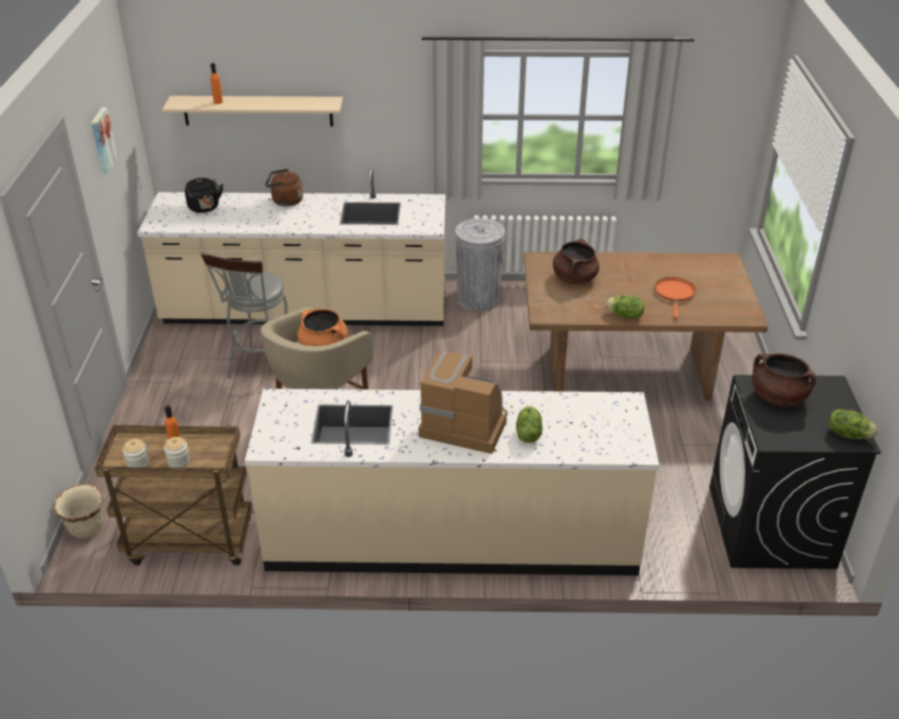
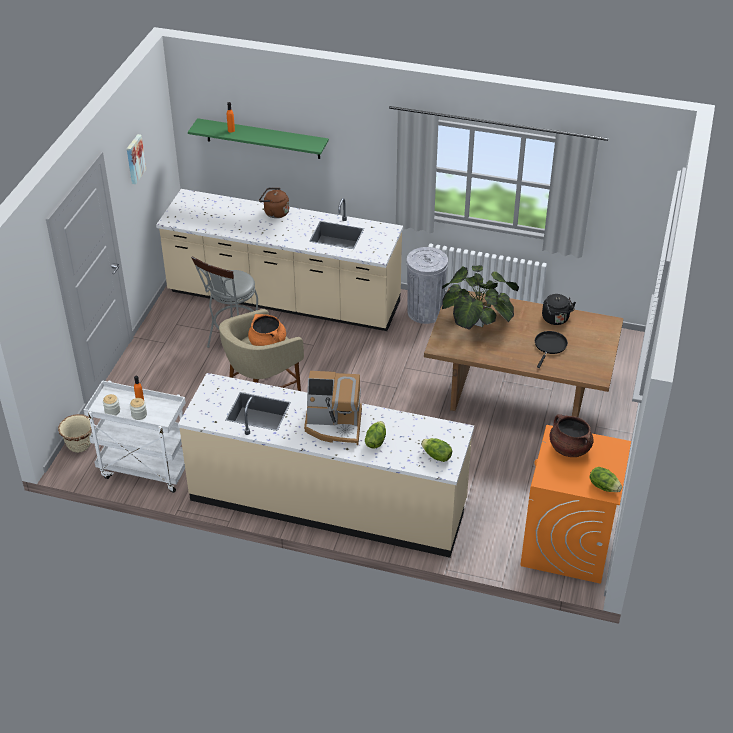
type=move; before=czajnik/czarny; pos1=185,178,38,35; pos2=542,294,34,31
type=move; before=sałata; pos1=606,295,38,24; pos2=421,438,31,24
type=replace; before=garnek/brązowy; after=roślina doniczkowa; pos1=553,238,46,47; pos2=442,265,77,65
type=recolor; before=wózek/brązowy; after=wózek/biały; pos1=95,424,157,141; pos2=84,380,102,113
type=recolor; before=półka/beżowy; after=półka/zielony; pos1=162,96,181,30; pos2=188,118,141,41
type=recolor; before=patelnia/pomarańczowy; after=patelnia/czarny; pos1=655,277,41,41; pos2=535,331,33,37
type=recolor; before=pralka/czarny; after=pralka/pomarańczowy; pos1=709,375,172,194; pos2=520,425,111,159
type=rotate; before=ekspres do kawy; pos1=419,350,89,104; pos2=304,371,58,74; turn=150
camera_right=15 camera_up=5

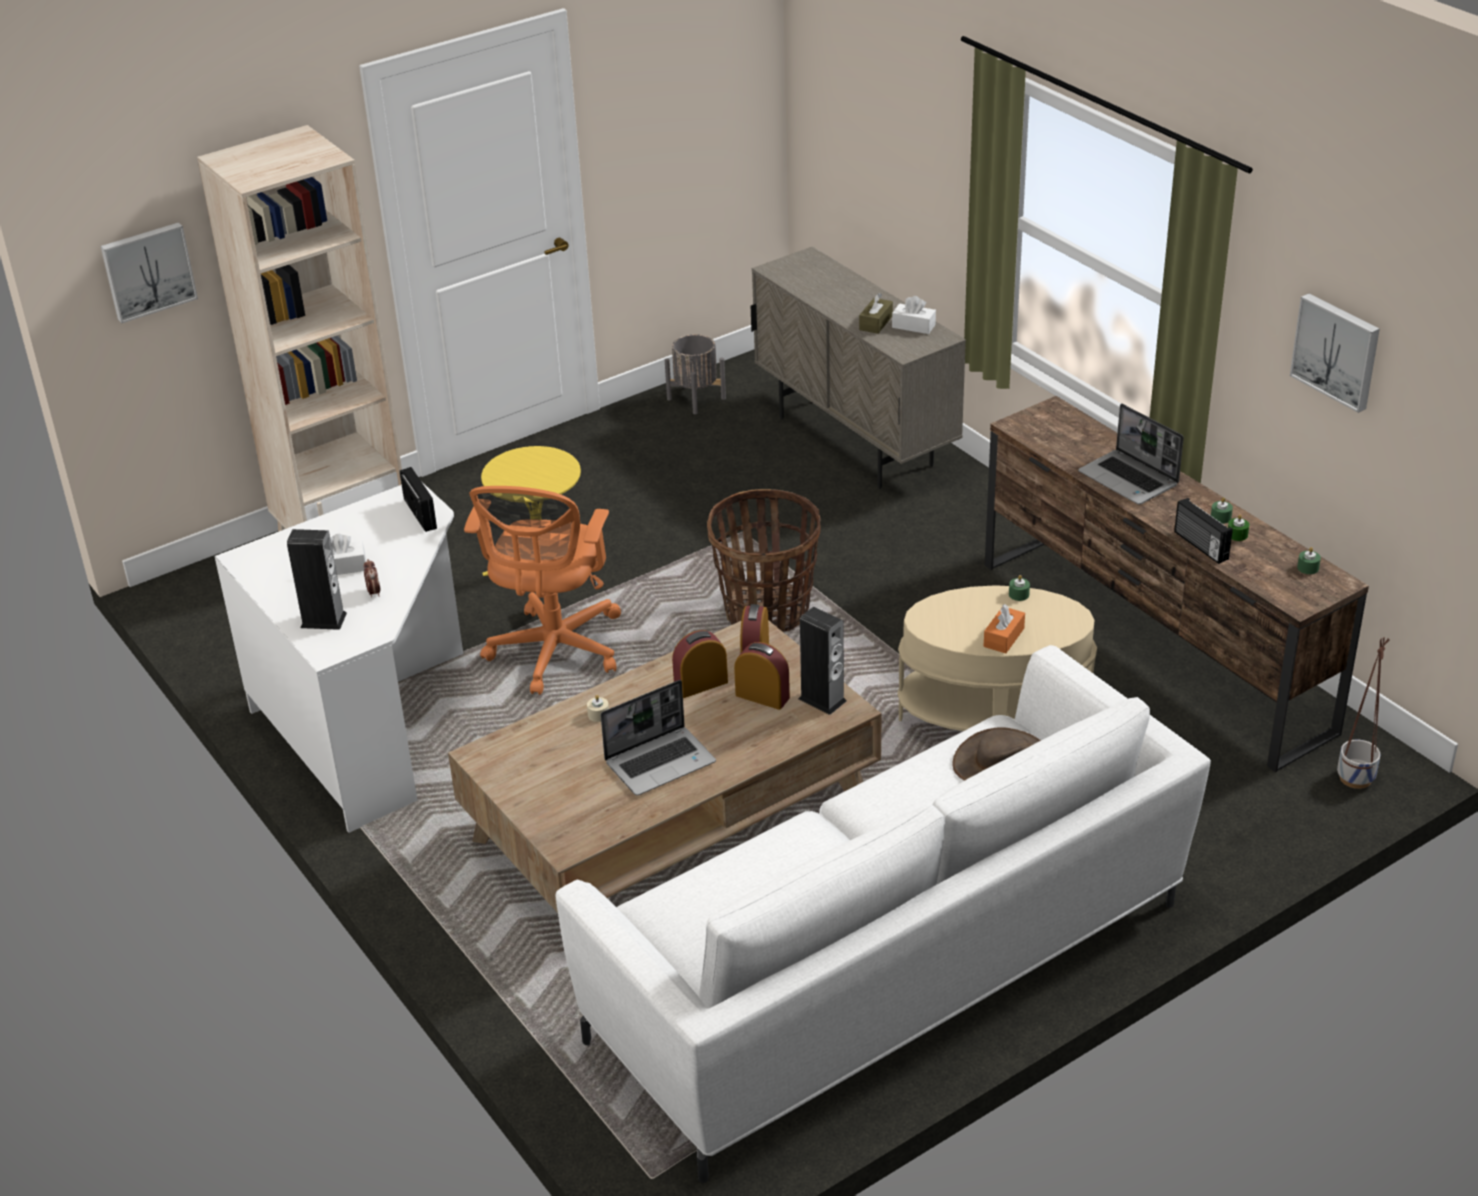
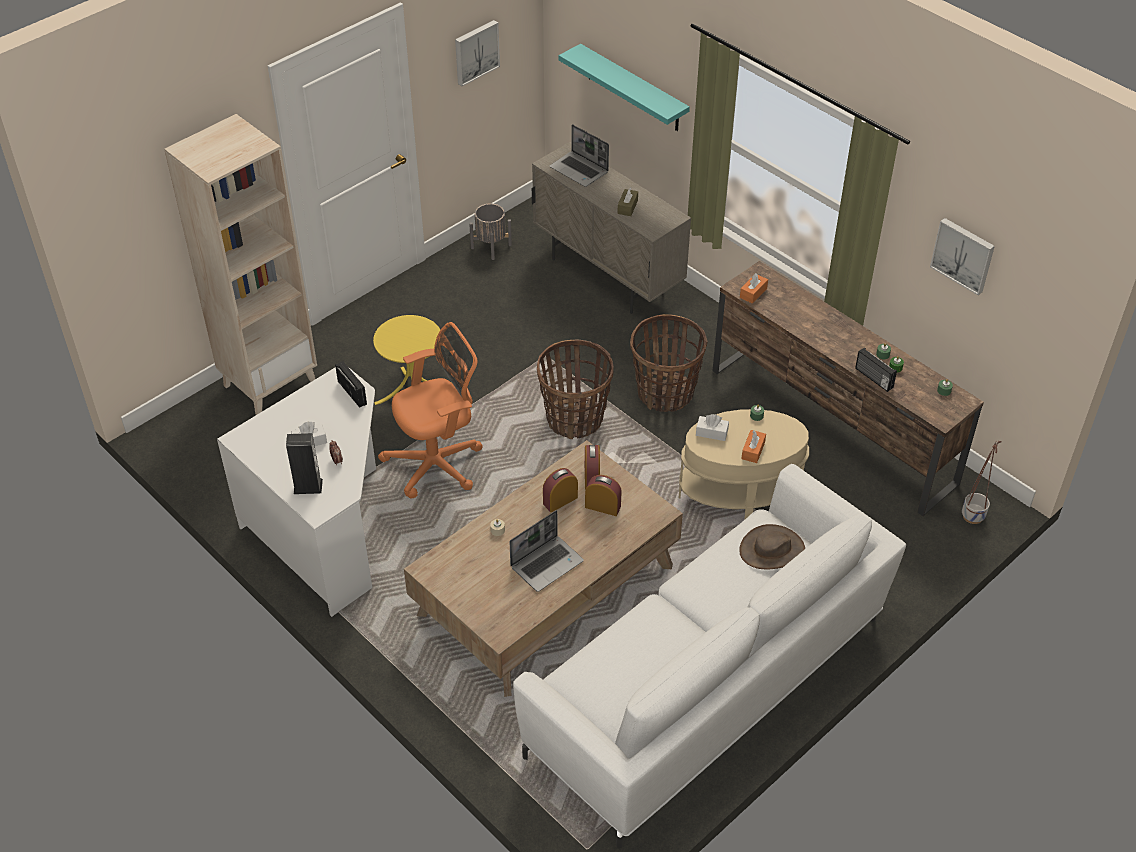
type=delete; before=głośnik; pos1=799,607,47,108
type=insert; after=półka/turkusowy; pos2=559,44,131,87
type=insert; after=koszyk; pos2=630,314,77,98
type=insert; after=pudełko chusteczek/pomarańczowy; pos2=740,273,28,31
type=move; before=obraz; pos1=101,222,97,101; pos2=455,20,45,66
type=move; before=pudełko chusteczek/biały; pos1=892,296,44,38; pos2=696,414,33,27
type=move; before=laptop; pos1=1078,403,106,102; pos2=550,124,59,63
type=rotate; before=krzesło biurowe/pomarańczowy; pos1=464,486,157,209; pos2=378,322,105,177; turn=-120
camera_right=-10 camera_up=10

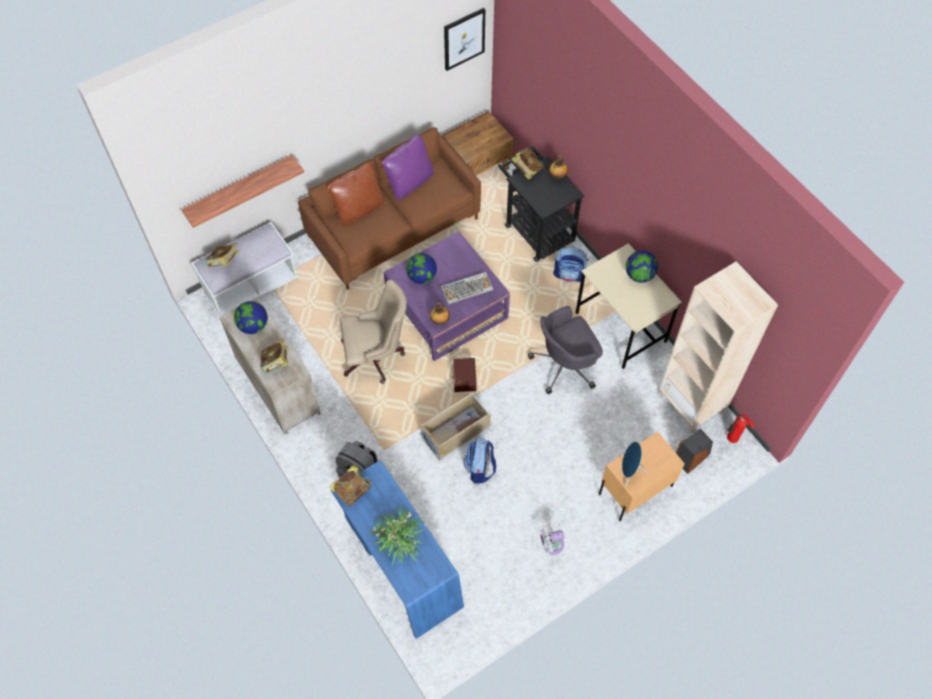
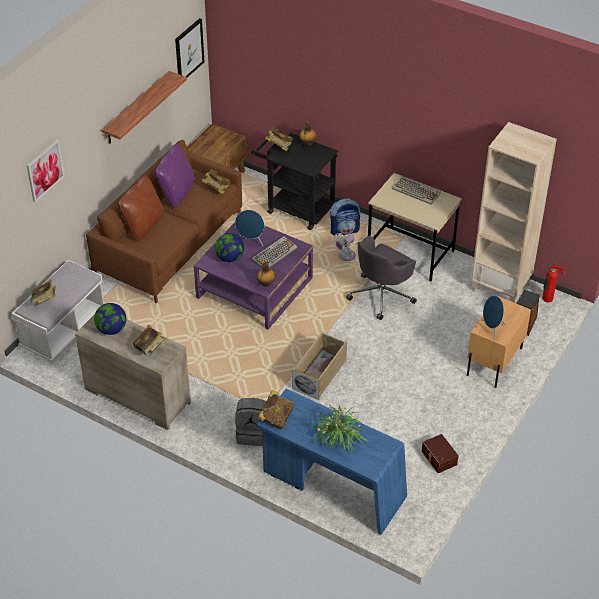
type=delete; before=krzesło biurowe/beżowy; pos1=340,280,67,104
type=delete; before=plecak; pos1=464,438,32,45
type=insert; after=obraz; pos2=27,140,38,62
type=insert; after=książka; pos2=202,169,29,25
type=insert; after=głośnik/niebieski; pos2=235,210,29,36
type=move; before=półka; pos1=181,155,123,73; pos2=102,71,85,73
type=move; before=pojemnik do przechowywania/brązowy; pos1=452,358,24,34; pos2=422,434,37,39
type=move; before=wentylator/biały; pos1=539,525,25,30; pos2=333,233,23,28
type=replace; before=globus; after=klawiatura; pos1=626,251,32,32; pos2=392,176,49,28
camera_right=-25 camera_up=-15

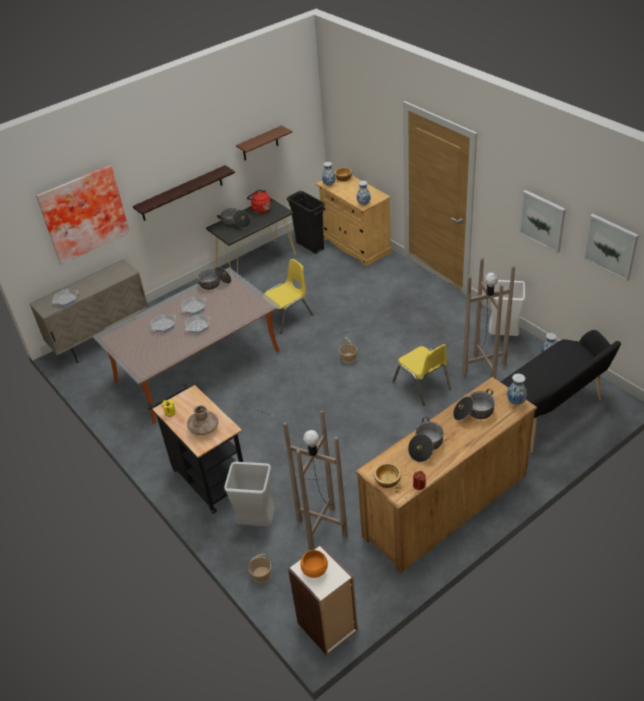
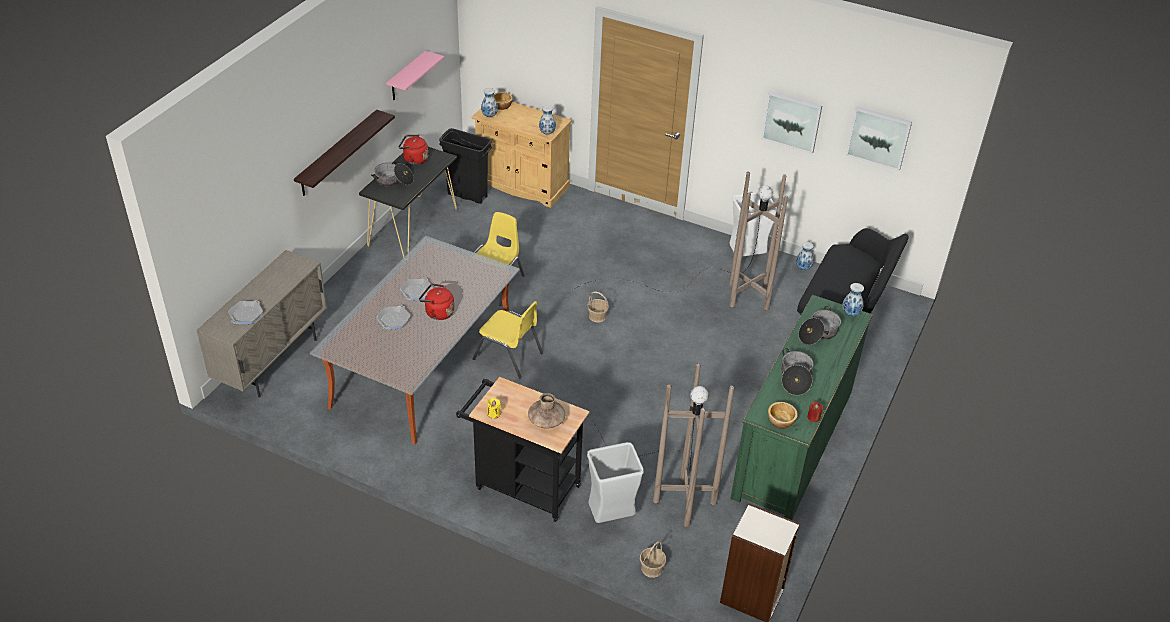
type=delete; before=obraz; pos1=36,165,94,100
type=delete; before=garnek; pos1=198,267,33,23
type=delete; before=miska/pomarańczowy; pos1=300,550,28,28
type=move; before=krzesło/żółty; pos1=392,344,59,62; pos2=472,301,71,78
type=replace; before=patelnia; after=czajnik/czerwony; pos1=184,315,26,19; pos2=419,284,35,36
type=recolor; before=półka/brązowy; after=półka/różowy; pos1=236,125,56,35; pos2=386,51,58,49
type=recolor; before=komoda/brązowy; after=komoda/zielony; pos1=355,377,182,196; pos2=730,295,143,225
camera_right=-30 camera_up=0

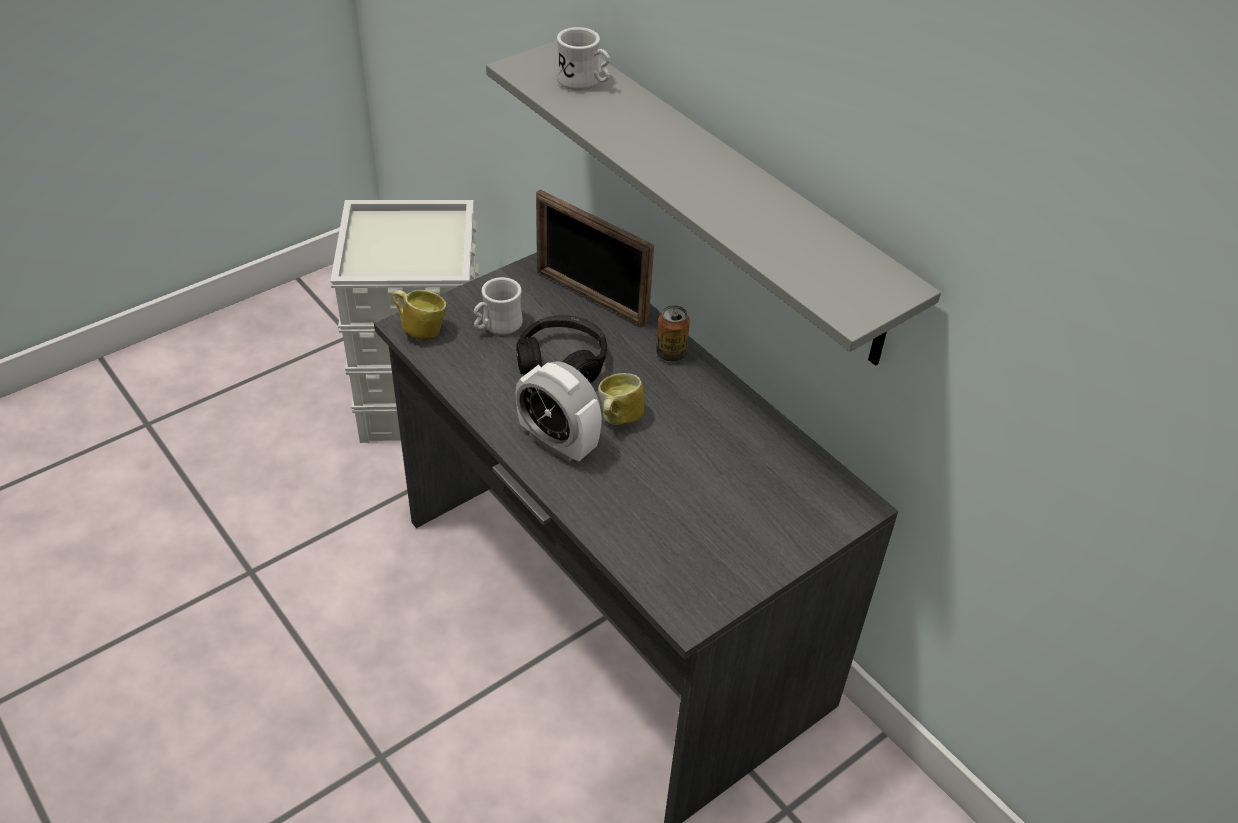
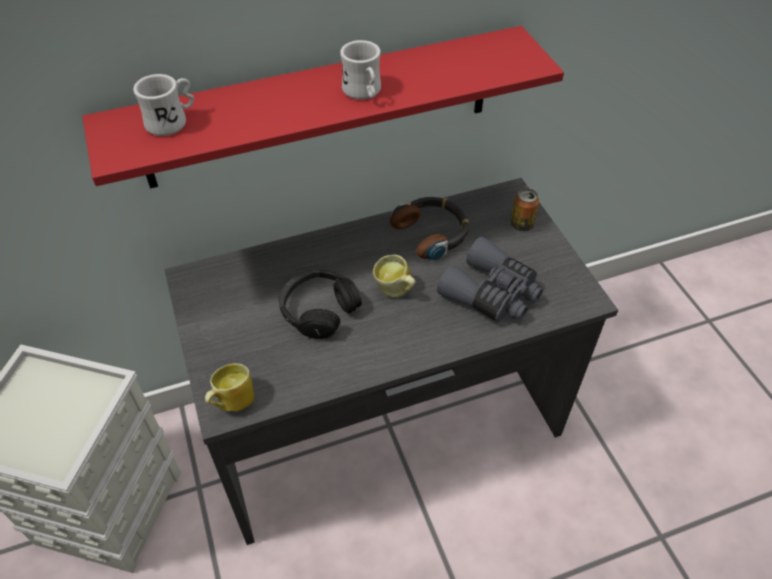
type=delete; before=budzik; pos1=516,361,86,101
type=delete; before=ramka na zdjęcie; pos1=536,190,118,137
type=insert; after=słuchawki; pos2=390,197,79,63
type=insert; after=lornetka/szary; pos2=437,236,106,86
type=move; before=kubek/biały; pos1=474,277,49,58; pos2=340,40,41,60
type=move; before=puszka; pos1=656,305,34,57; pos2=511,188,28,44
type=recolor; before=półka/szary; after=półka/czerwony; pos1=486,40,455,326; pos2=82,26,482,163
camera_right=-70 camera_up=5

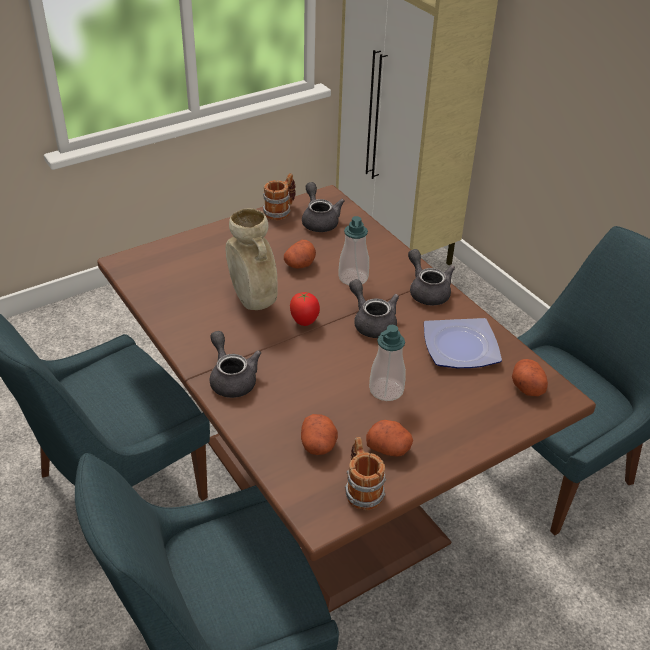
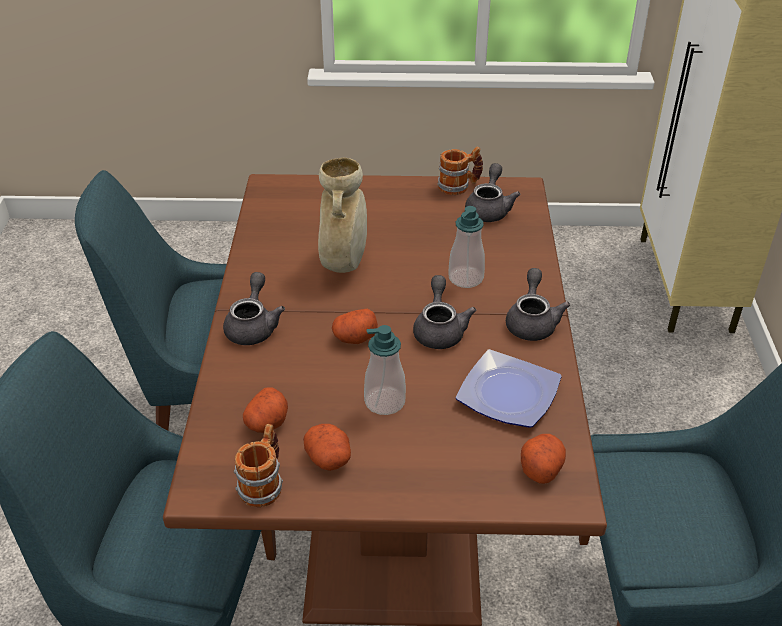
type=delete; before=pomidor; pos1=290,292,30,34
type=move; before=ziemniak; pos1=284,240,32,28; pos2=332,309,46,35
camera_right=35 camera_up=0

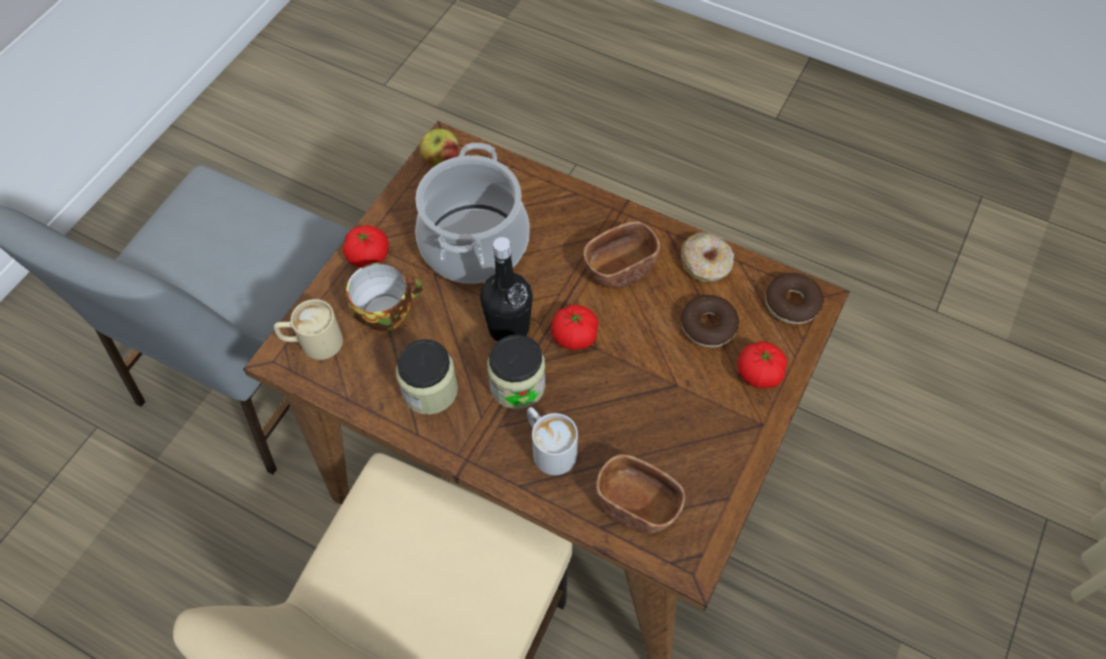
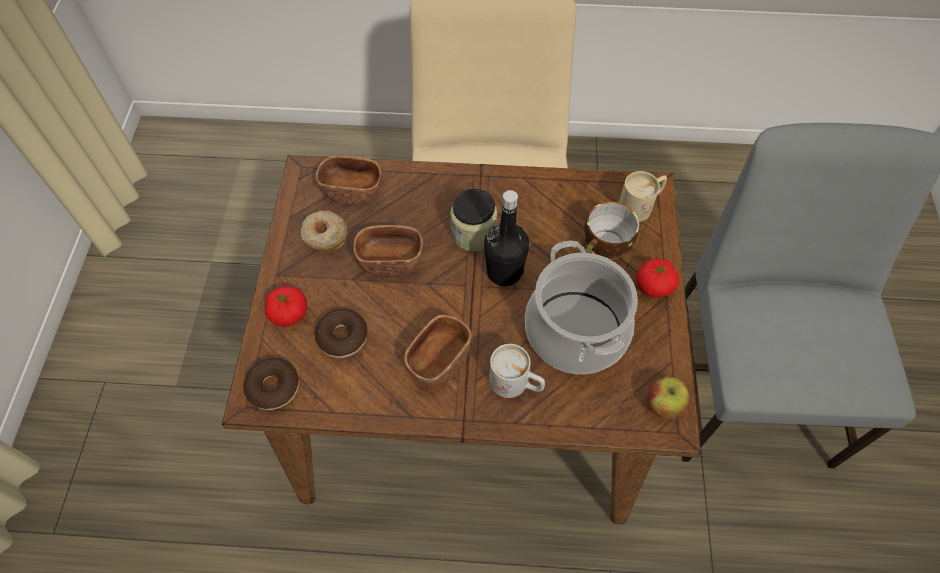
type=delete; before=słoik; pos1=396,339,62,76
type=delete; before=pomidor; pos1=551,305,48,45
type=insert; after=miska/brązowy; pos2=353,225,70,52
type=move; before=kubek/biały; pos1=527,407,51,68; pos2=489,344,56,54
type=move; before=donut; pos1=681,232,53,50; pos2=301,211,46,42
camera_right=155 camera_up=0

